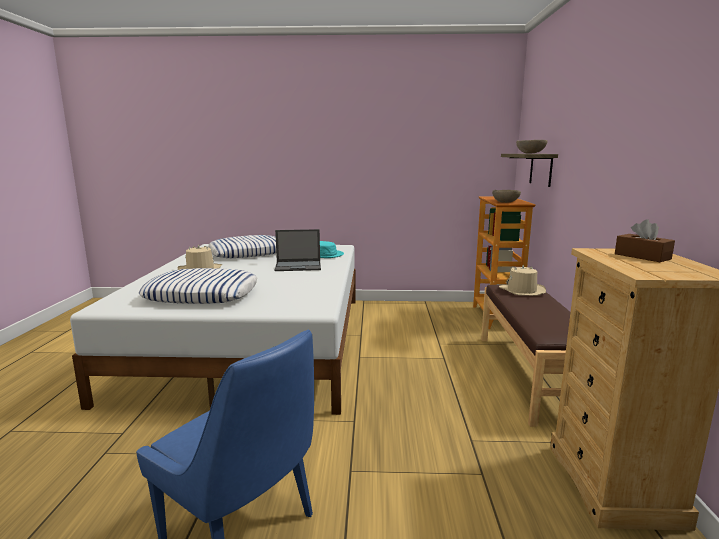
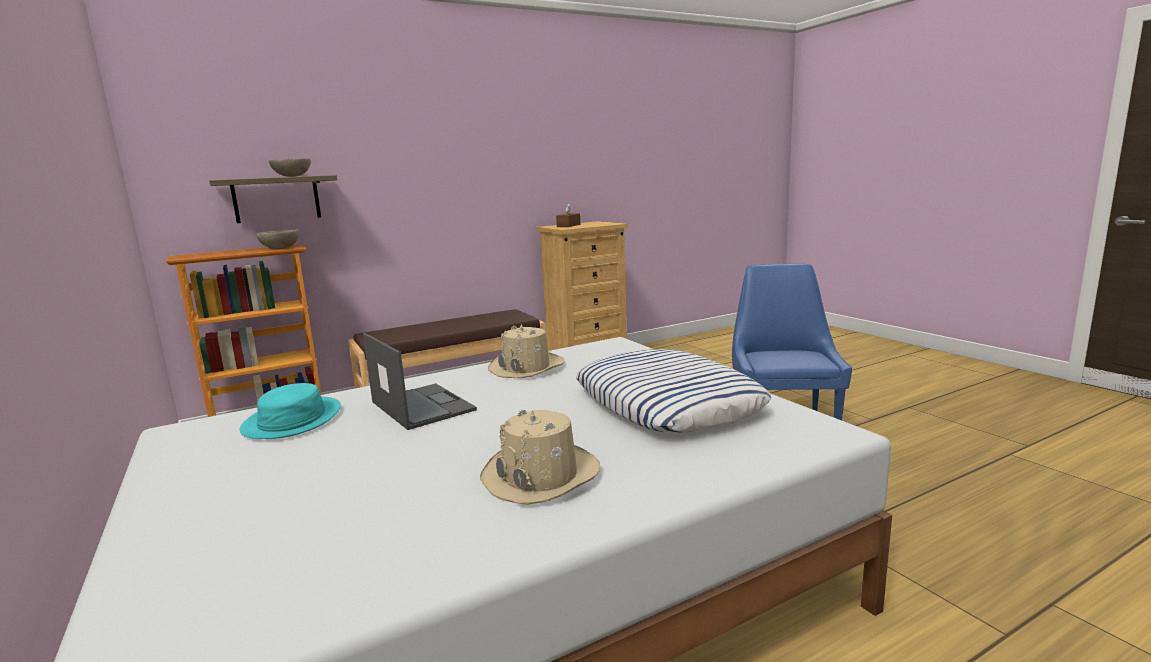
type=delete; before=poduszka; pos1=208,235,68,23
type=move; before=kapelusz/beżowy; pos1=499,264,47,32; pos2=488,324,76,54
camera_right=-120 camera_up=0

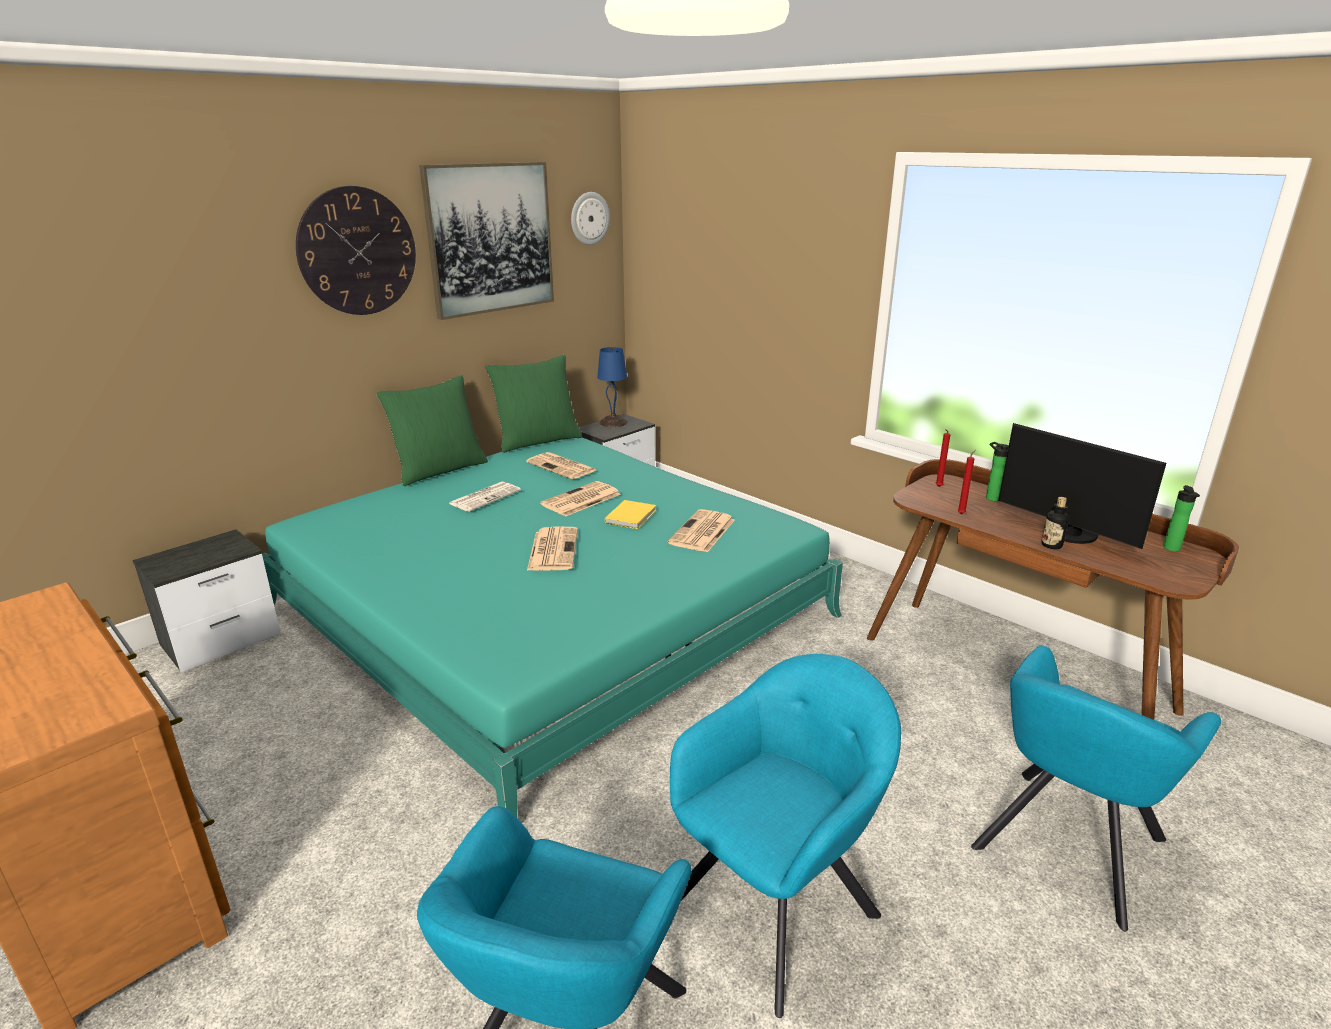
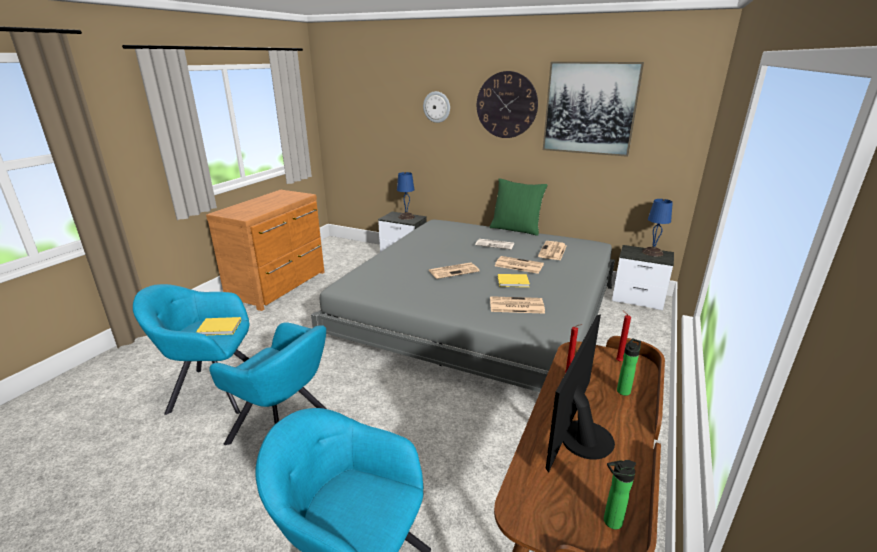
type=delete; before=poduszka/zielony; pos1=485,355,97,98
type=delete; before=butelka; pos1=1041,497,28,52
type=insert; after=książka/żółty; pos2=196,317,45,18
type=insert; after=lampa stołowa/niebieski; pos2=397,172,18,48
type=move; before=zegar ścienny; pos1=571,192,39,53; pos2=423,91,27,32
type=recolor; before=łóżko/turkusowy; after=łóżko/szary; pos1=262,438,581,380; pos2=311,220,304,172
camera_right=70 camera_up=0

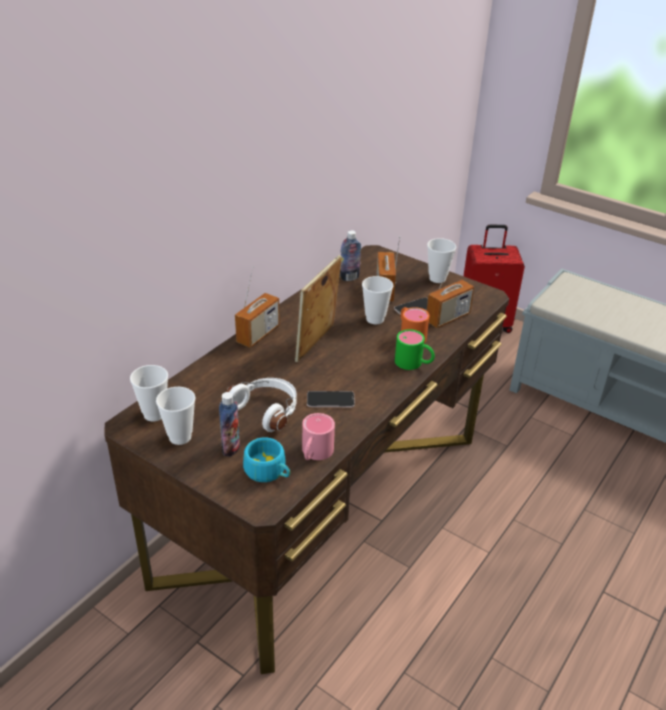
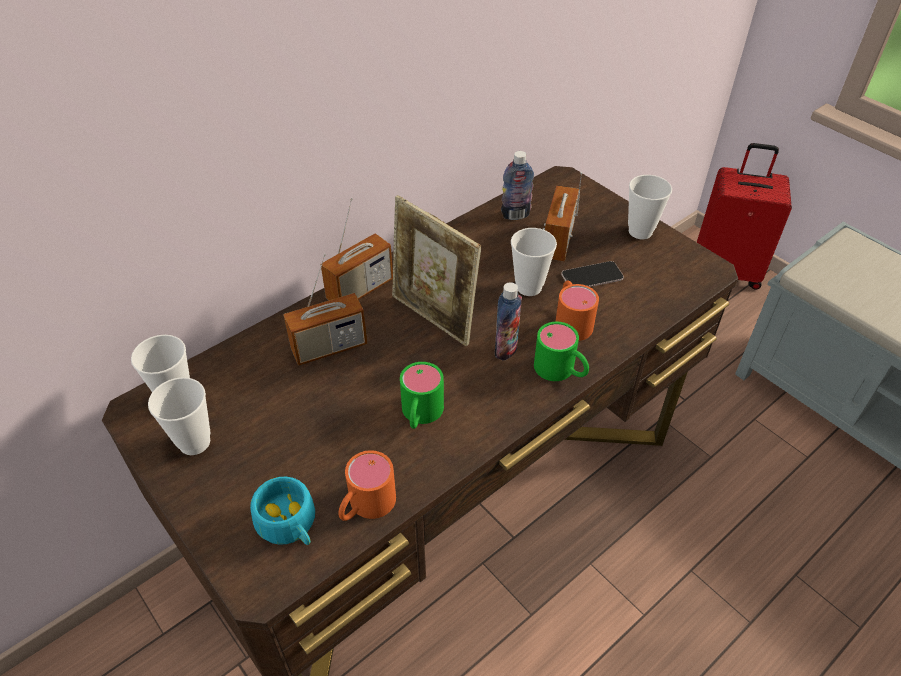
type=delete; before=słuchawki/biały; pos1=226,378,71,54
type=move; before=butelka; pos1=219,392,21,65; pos2=495,282,27,79
type=move; before=radio; pos1=427,251,47,77; pos2=283,254,84,112
type=replace; before=telefon; after=kubek/zielony; pos1=307,391,48,16; pos2=400,362,44,67
type=recolor; before=kubek/różowy; after=kubek/pomarańczowy; pos1=302,413,33,47; pos2=338,450,58,71
type=rotate; before=ramka na zdjęcie; pos1=295,255,47,107; pos2=392,195,89,152; turn=-90
camera_right=15 camera_up=10

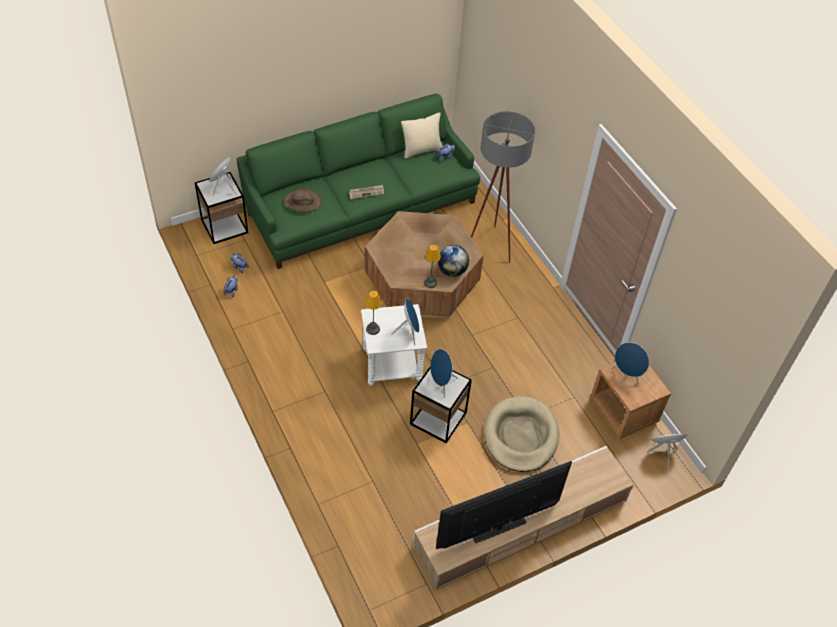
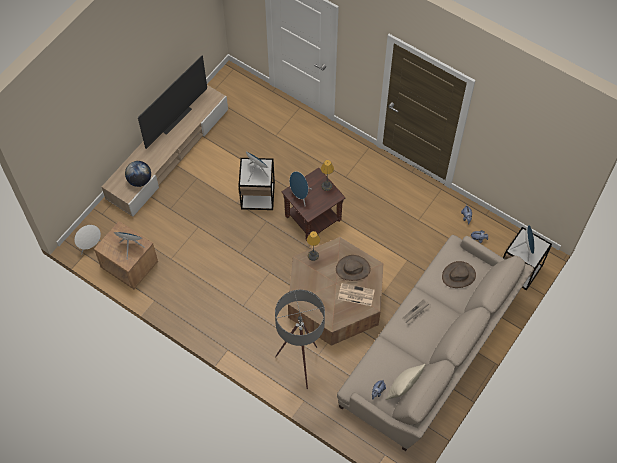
type=delete; before=legowisko/beżowy; pos1=484,396,75,76
type=insert; after=kapelusz/brązowy; pos2=336,255,34,26
type=insert; after=gazeta; pos2=338,283,37,23
type=move; before=globus; pos1=438,245,31,32; pos2=125,161,26,26
type=recolor; before=kanapa/zielony; after=kanapa/beżowy; pos1=237,94,243,175; pos2=337,235,197,216
type=recolor; before=stolik/biały; after=stolik/brązowy; pos1=361,304,66,82; pos2=282,168,63,73
camera_right=155 camera_up=10

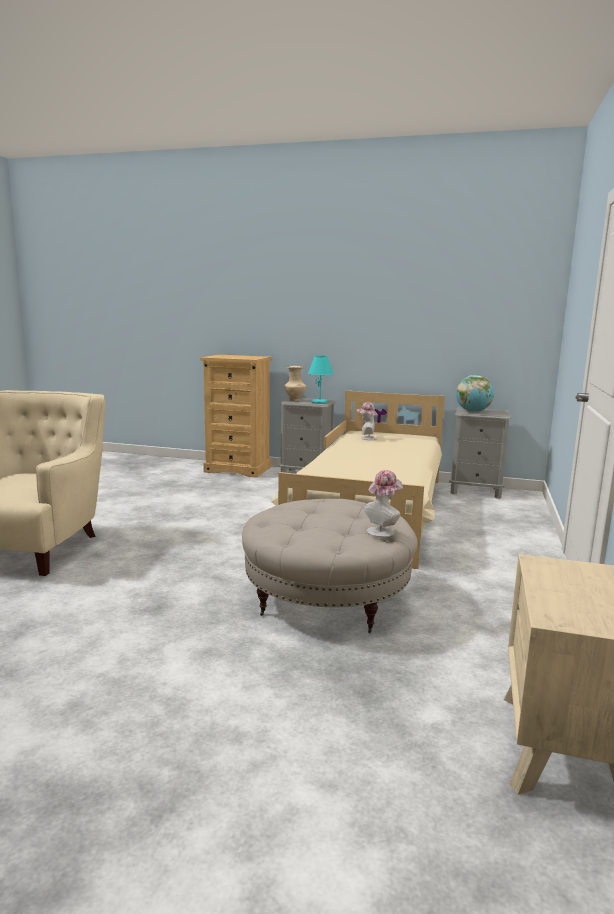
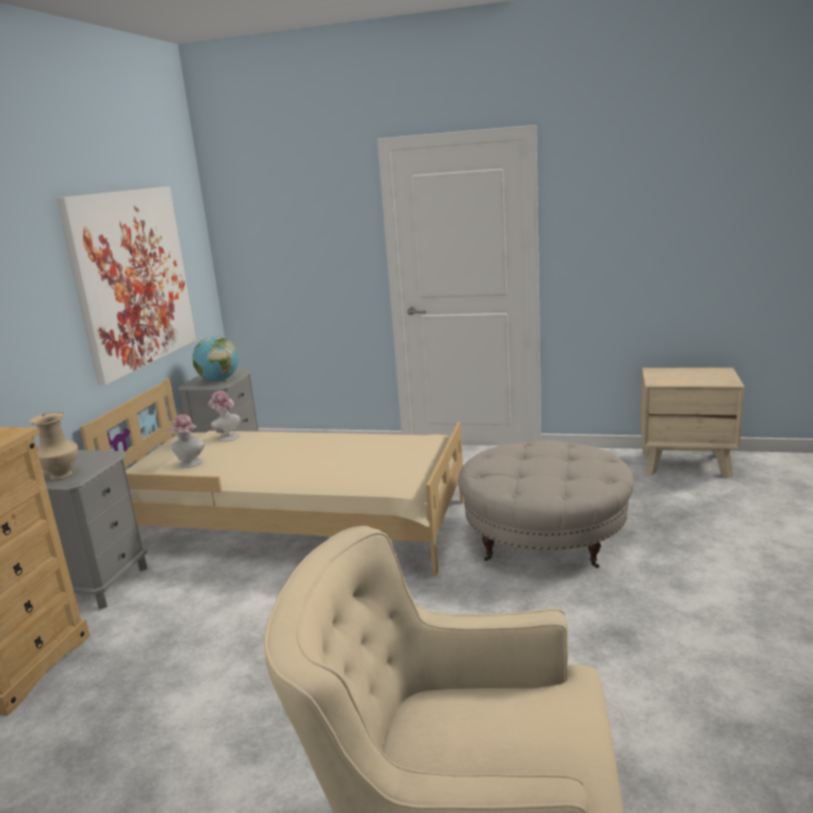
type=delete; before=lampa stołowa/turkusowy; pos1=308,356,25,48
type=insert; after=obraz; pos2=56,186,141,199
type=move; before=kapelusz; pos1=364,470,39,67; pos2=208,391,32,51
camera_right=-90 camera_up=5

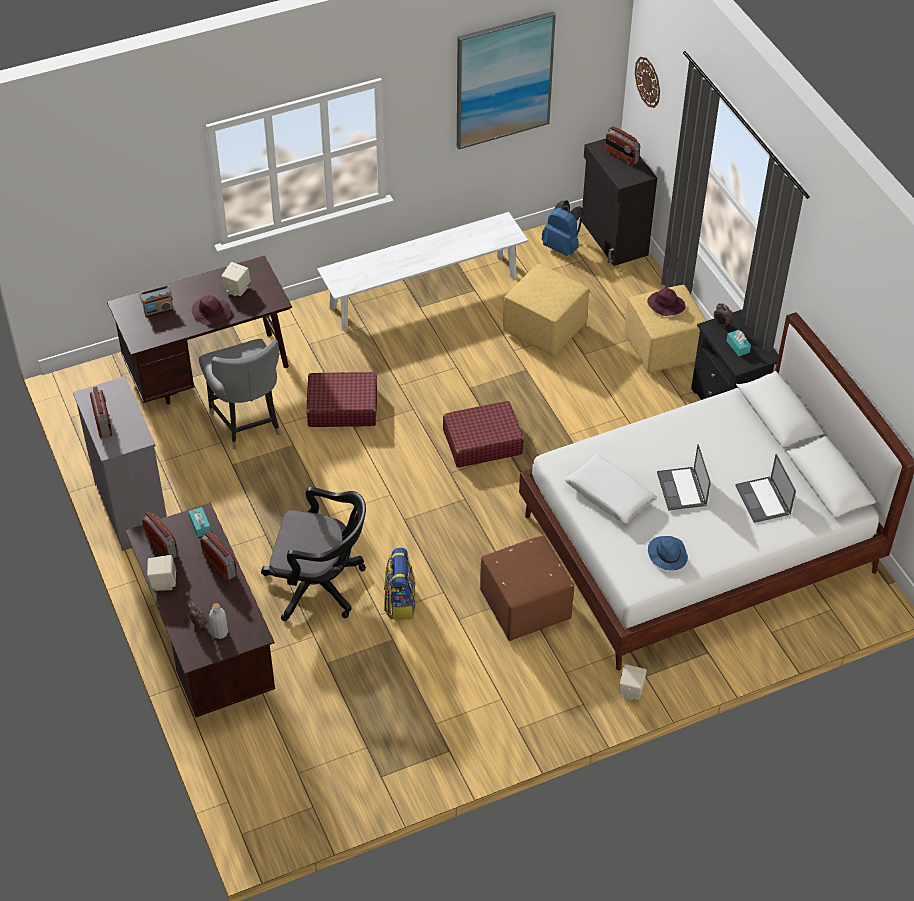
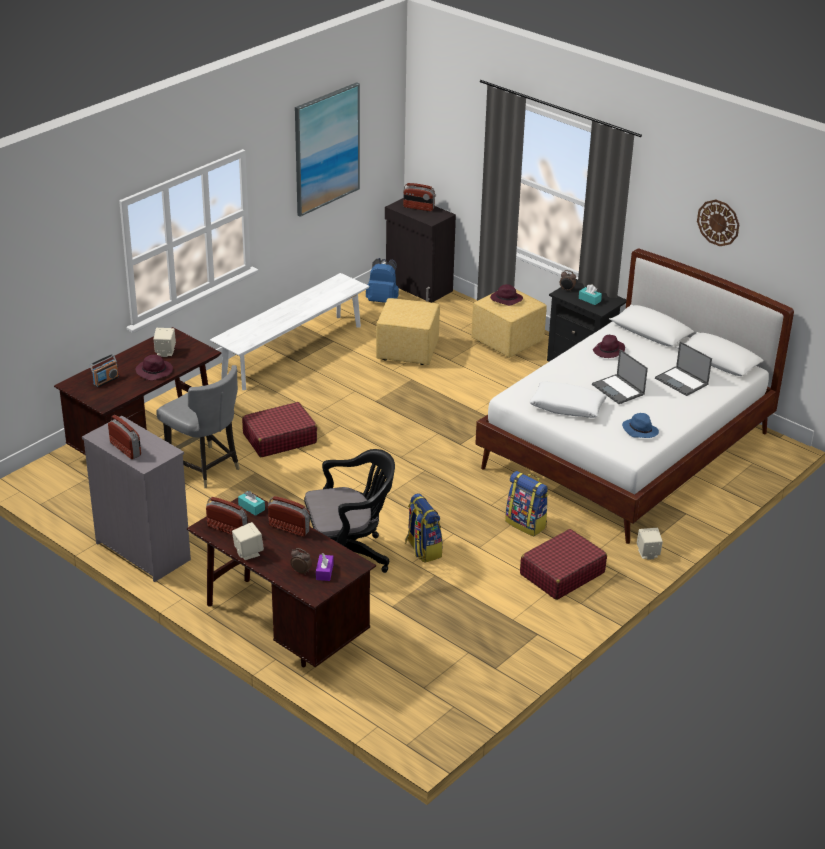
type=insert; after=kapelusz/fioletowy; pos2=593,335,32,23
type=move; before=walizka/czerwony; pos1=443,401,81,66; pos2=520,529,87,71
type=move; before=zegar ścienny; pos1=635,57,25,51; pos2=697,200,42,46
type=replace; before=butelka/szary; after=pudełko chusteczek/fioletowy; pos1=209,603,19,36; pos2=316,553,18,28
type=replace; before=pufa/brązowy; after=plecak; pos1=480,535,94,106; pos2=505,471,44,65
camera_right=-25 camera_up=-15

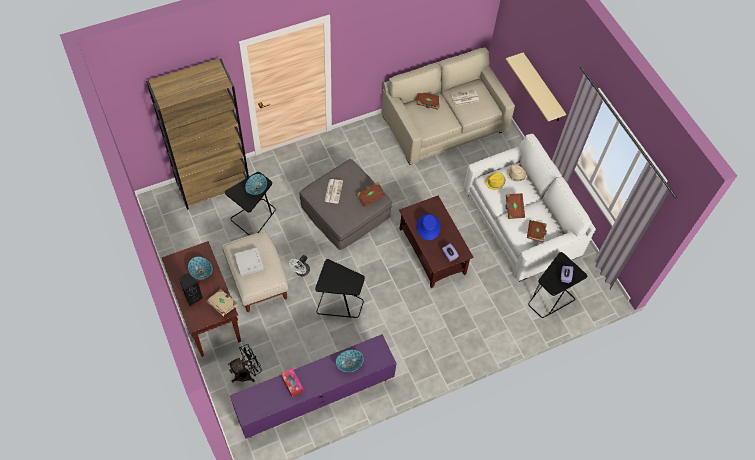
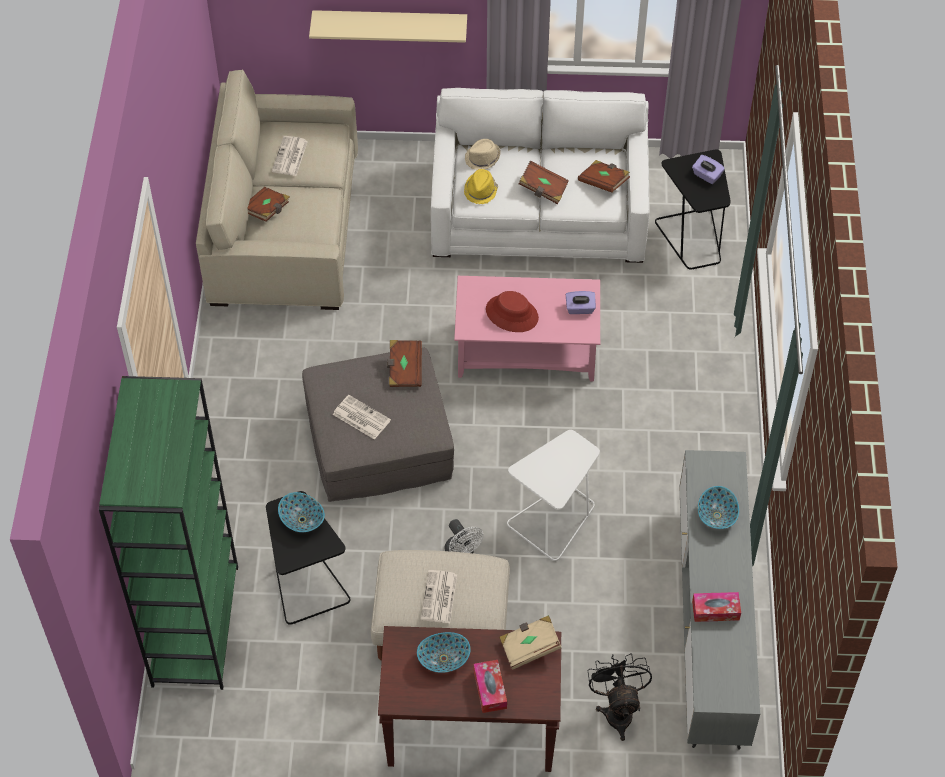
type=replace; before=głośnik/czarny; after=pudełko chusteczek; pos1=179,273,24,33; pos2=474,660,33,53
type=replace; before=taca/szary; after=gazeta; pos1=234,247,30,29; pos2=421,570,36,53
type=recolor; before=regał/brązowy; after=regał/zielony; pos1=146,58,103,152; pos2=99,376,139,314
type=recolor; before=szafka pod telewizor/fioletowy; after=szafka pod telewizor/szary; pos1=230,334,166,105; pos2=679,450,81,300
type=recolor; before=stolik/czarny; after=stolik/biały; pos1=315,259,50,59; pos2=507,430,93,131
type=recolor; before=ława/brązowy; after=ława/różowy; pos1=399,196,75,92; pos2=454,276,146,106
type=recolor; before=kapelusz/niebieski; after=kapelusz/czerwony; pos1=417,214,23,26; pos2=486,291,53,41
camera_right=-60 camera_up=-5

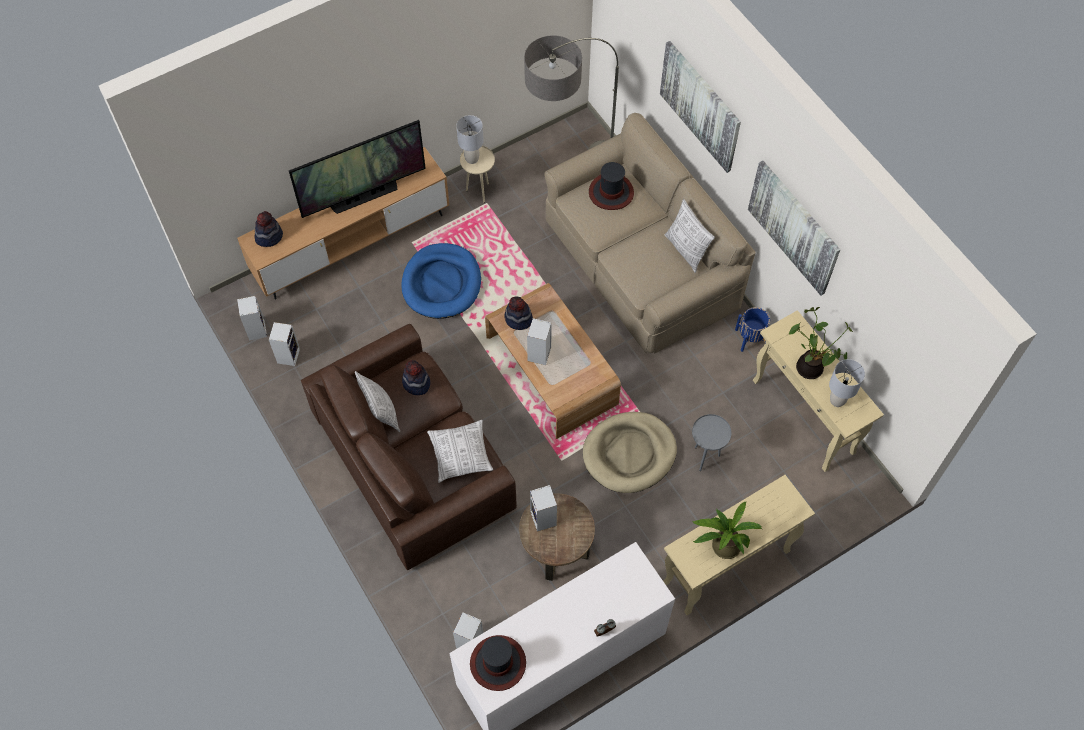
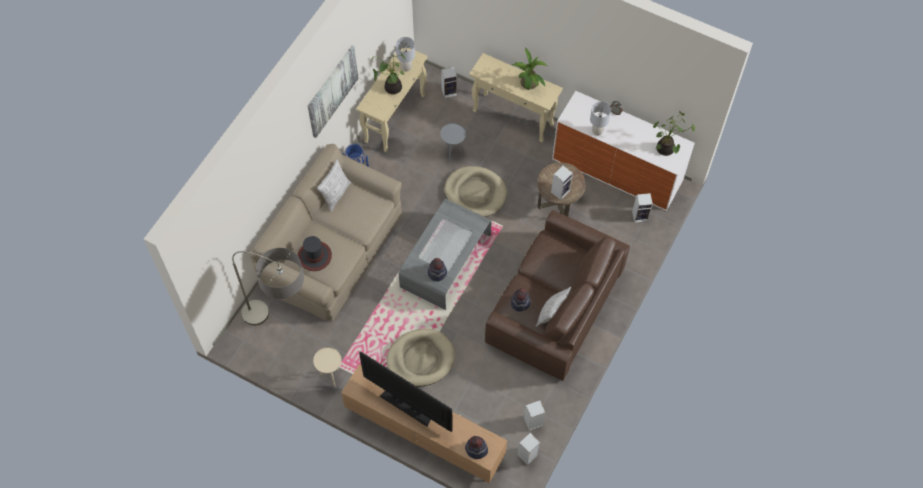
type=delete; before=poduszka; pos1=427,420,66,63
type=delete; before=obraz; pos1=660,41,81,132
type=move; before=lampa stołowa/szary; pos1=456,115,28,49; pos2=590,101,21,35
type=move; before=głośnik; pos1=527,318,25,47; pos2=441,67,16,31
type=replace; before=kapelusz; after=roślina doniczkowa; pos1=470,635,56,56; pos2=653,111,42,45
type=recolor; before=legowisko/niebieski; after=legowisko/beżowy; pos1=401,243,80,76; pos2=386,329,69,58
type=recolor; before=ława/brązowy; after=ława/szary; pos1=485,283,136,156; pos2=399,199,93,111
camera_right=-120 camera_up=0

